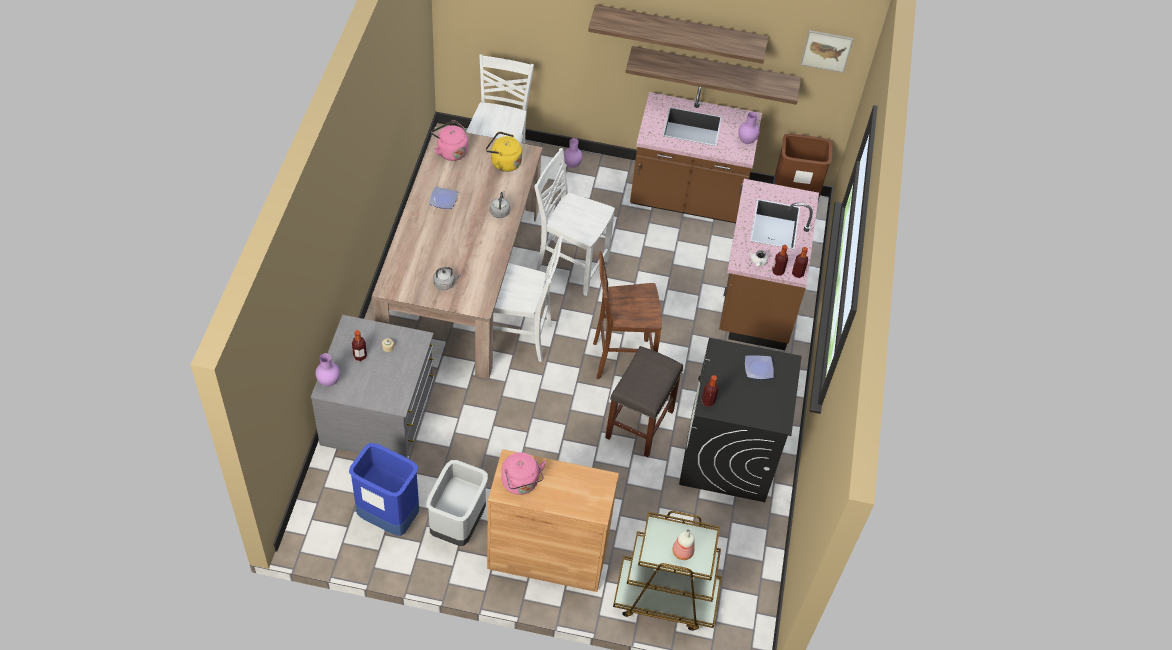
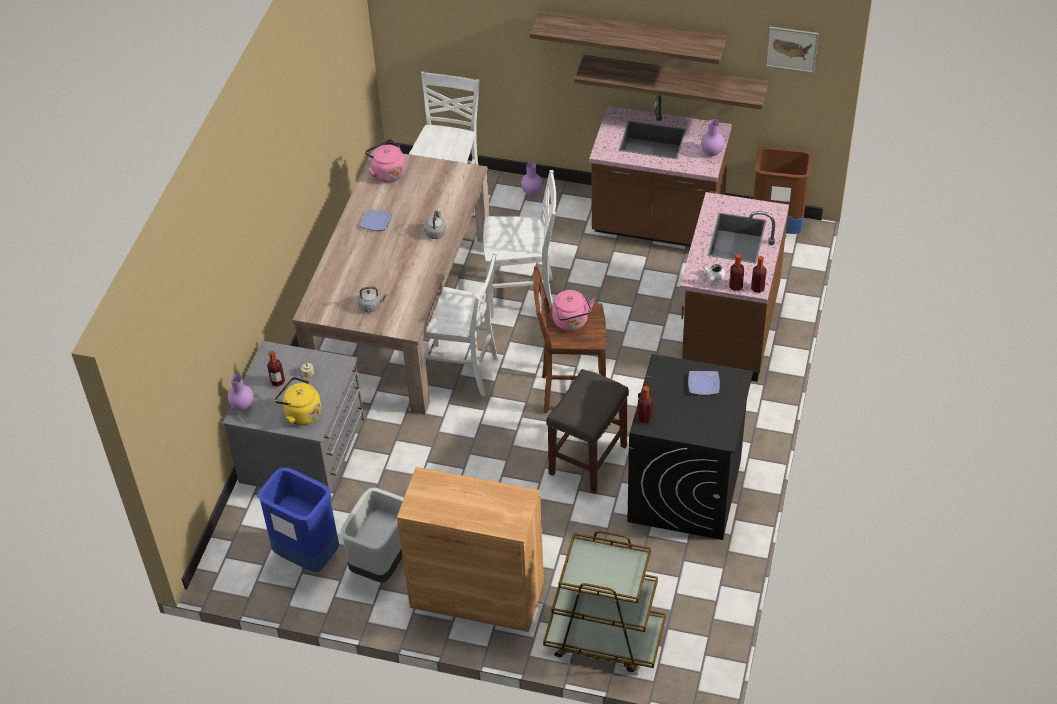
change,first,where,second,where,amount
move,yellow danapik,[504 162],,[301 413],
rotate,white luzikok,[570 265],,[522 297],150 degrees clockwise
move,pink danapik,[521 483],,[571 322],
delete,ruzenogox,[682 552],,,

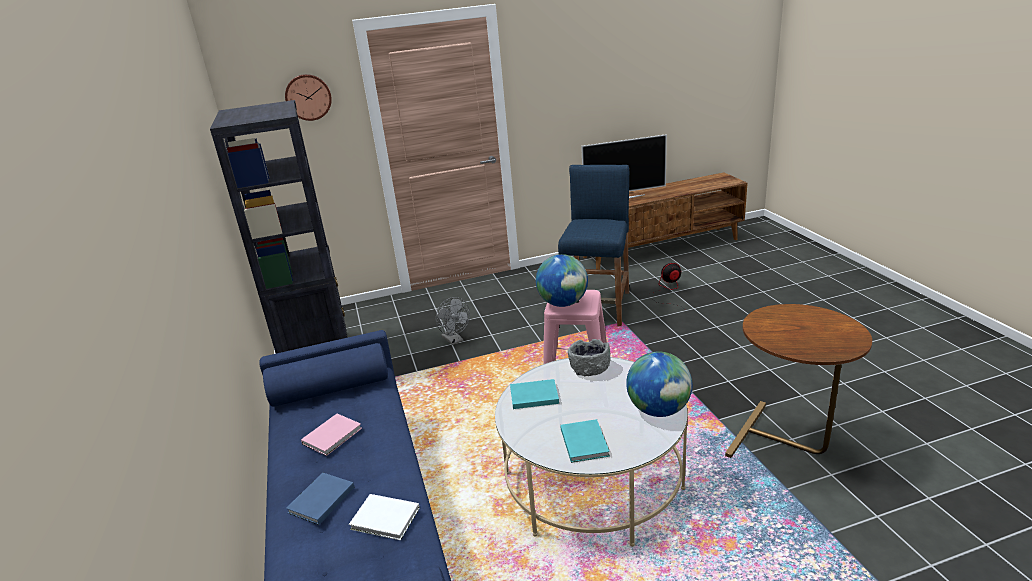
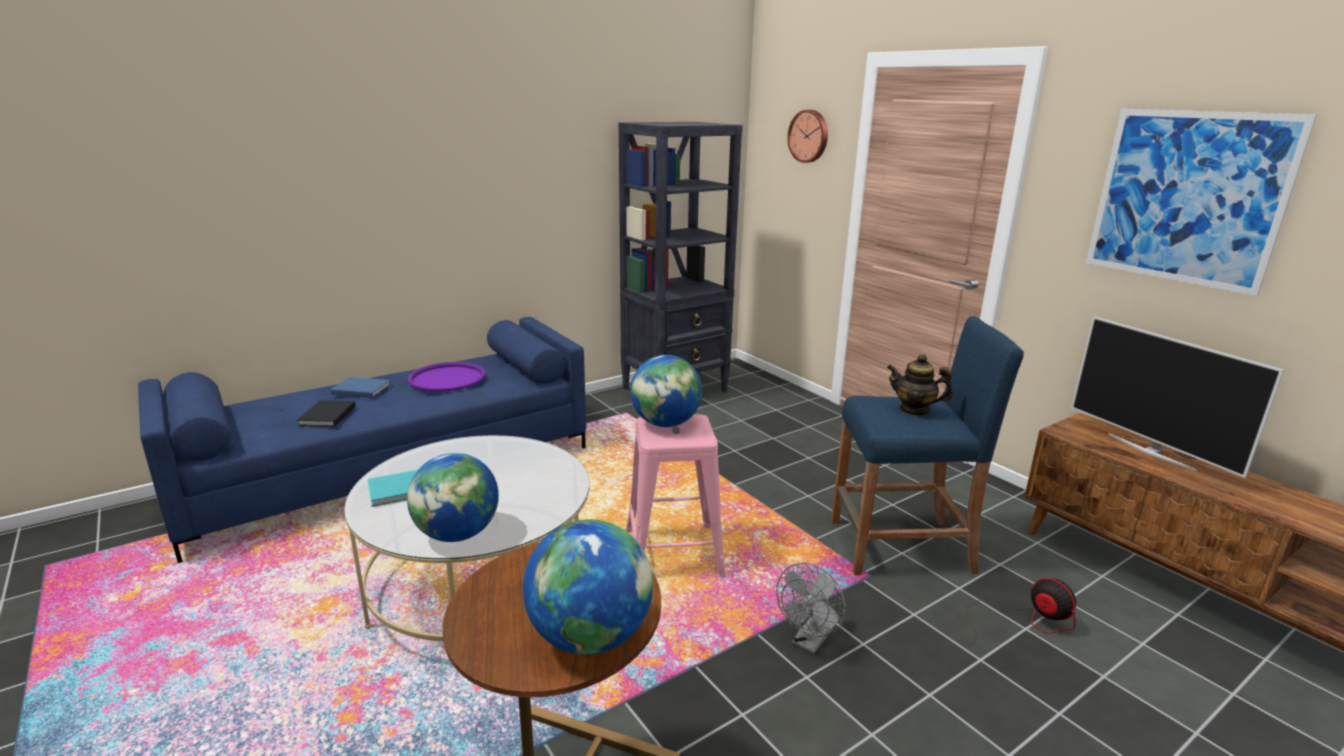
change,first,where,second,where,amount
recolor,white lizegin,[386 519],black lizegin,[326 416],
replace,pink lizegin,[334 435],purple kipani,[447 378],
insert,,,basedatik,[590 637],
move,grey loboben,[454 340],,[809 642],
insert,,,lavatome,[914 410],
insert,,,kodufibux,[1187 198],
delete,turquoise lizegin,[532 395],,,
delete,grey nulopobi,[589 369],,,

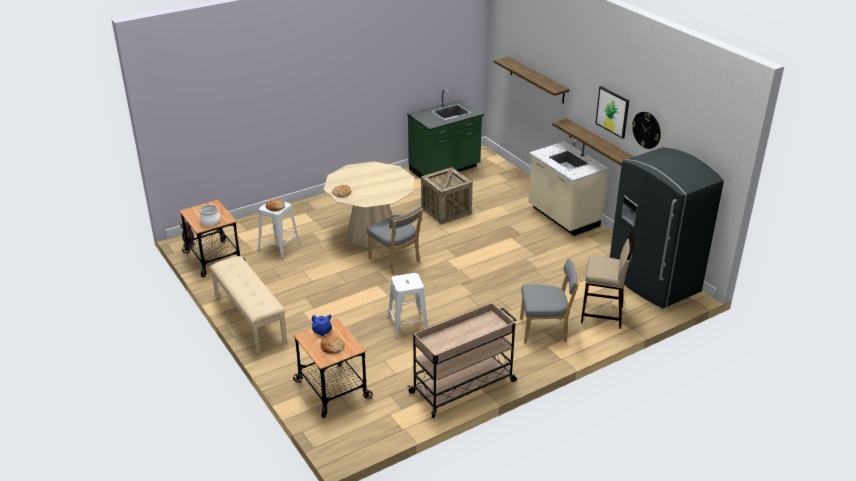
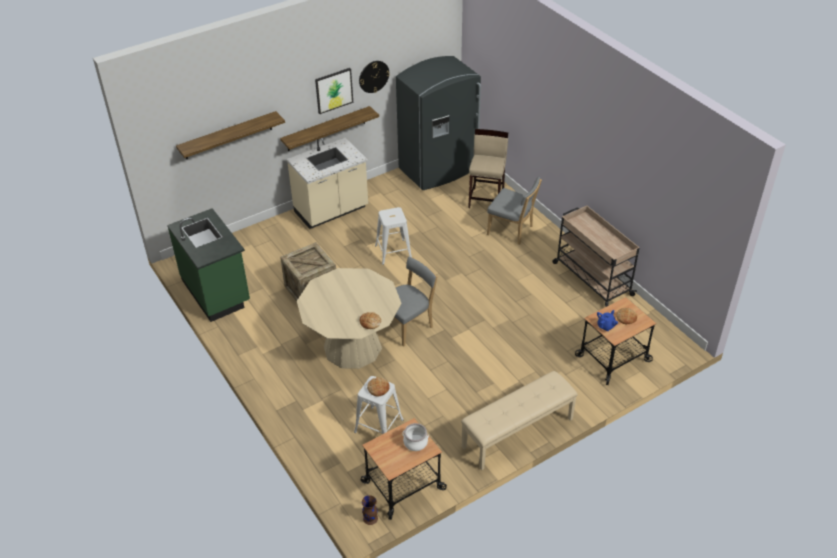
change,first,where,second,where,amount
move,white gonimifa,[407 324],,[393 252],
rotate,grey luzikok,[545 331],,[512 231],120 degrees clockwise

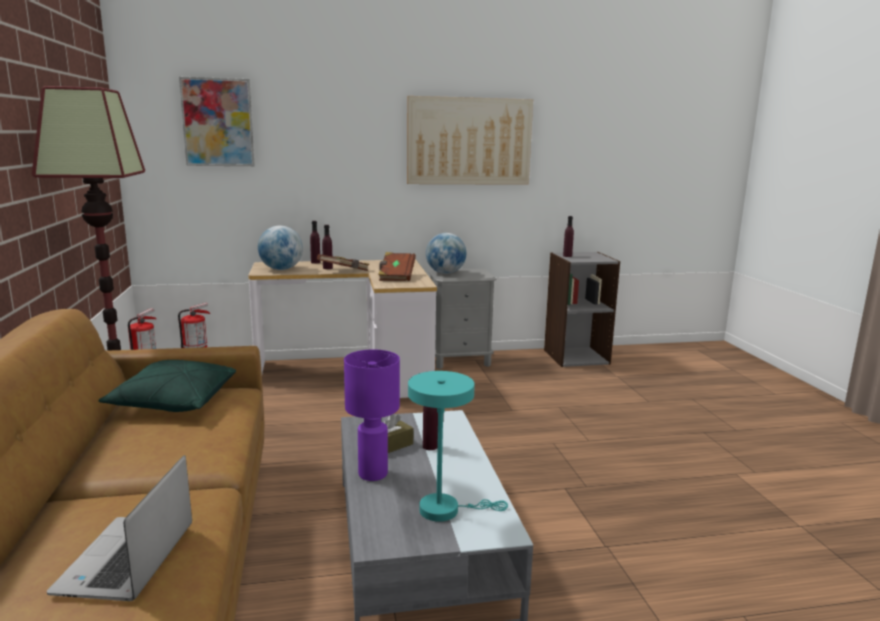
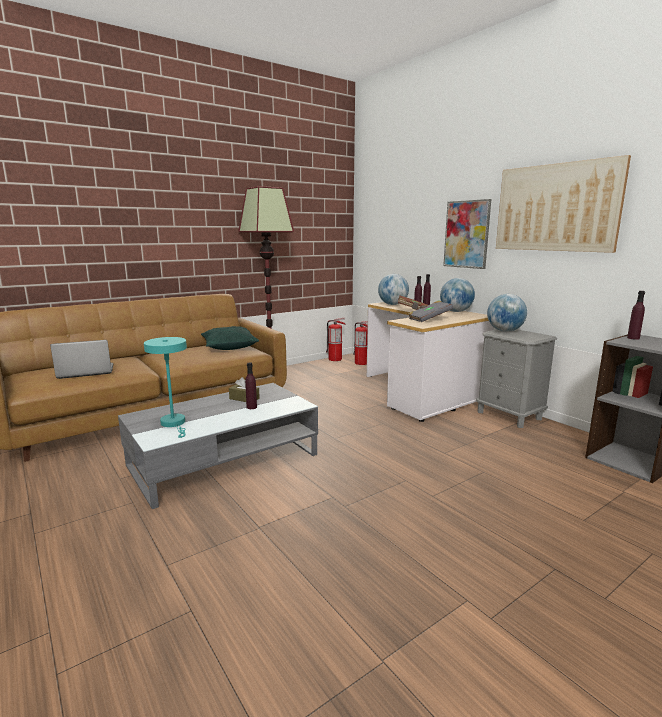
change,first,where,second,where,amount
recolor,brown lizegin,[396 276],grey lizegin,[429 319],
insert,,,basedatik,[456 311],
move,kodufibux,[218 122],,[466 234],
delete,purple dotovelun,[373 474],,,

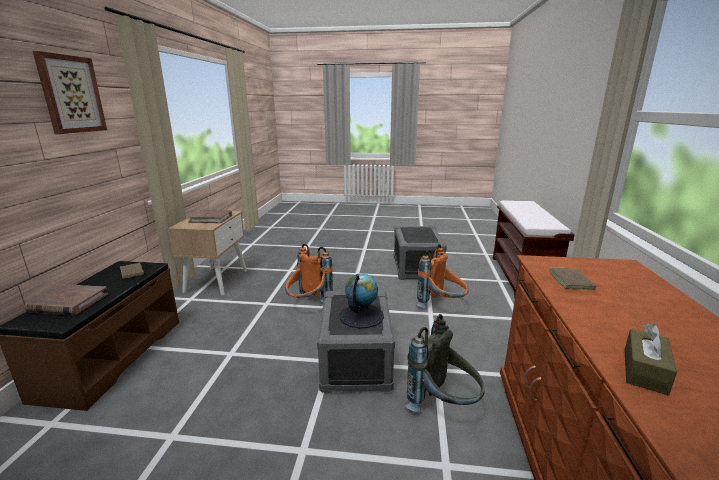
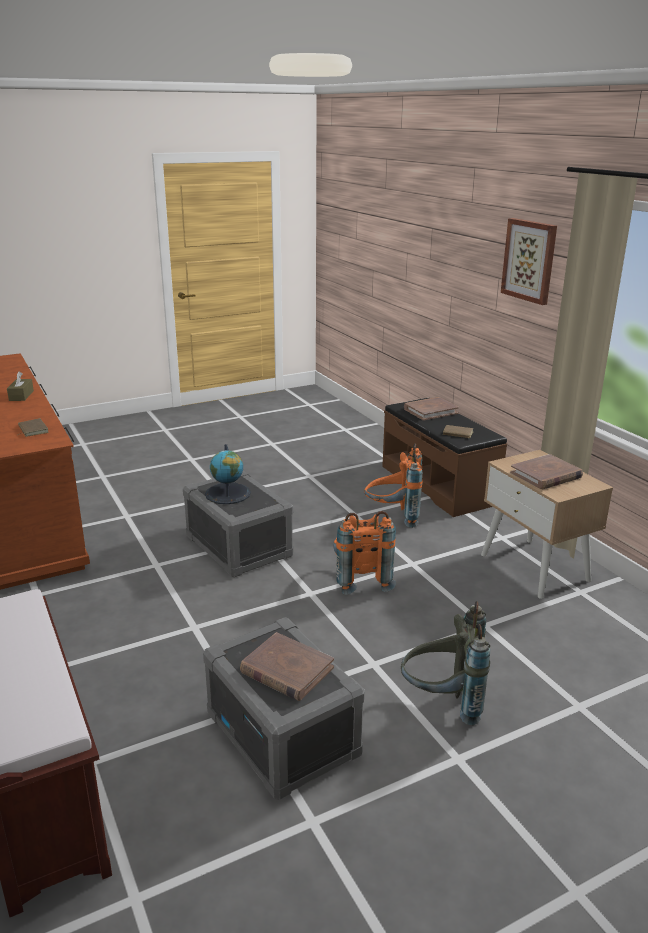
change,first,where,second,where,amount
insert,,,brown lizegin,[286 670],
move,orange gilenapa,[441 306],,[393 517],
move,grey gilenapa,[444 406],,[442 702],

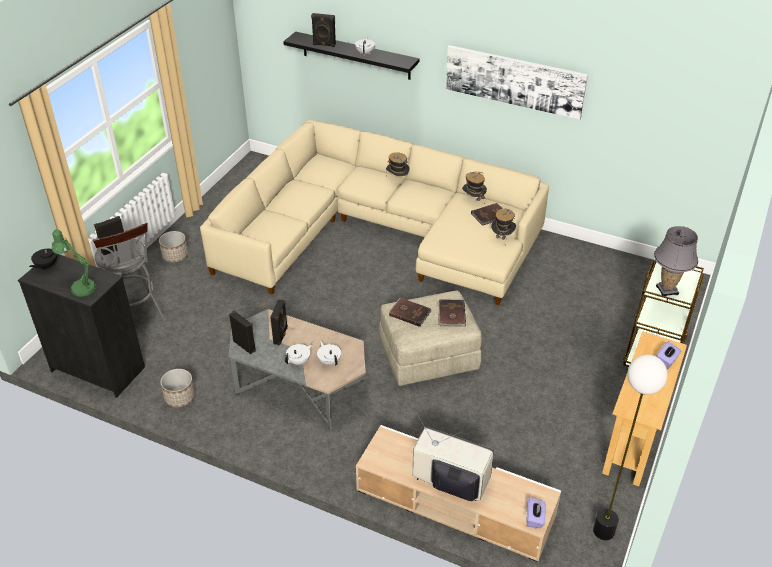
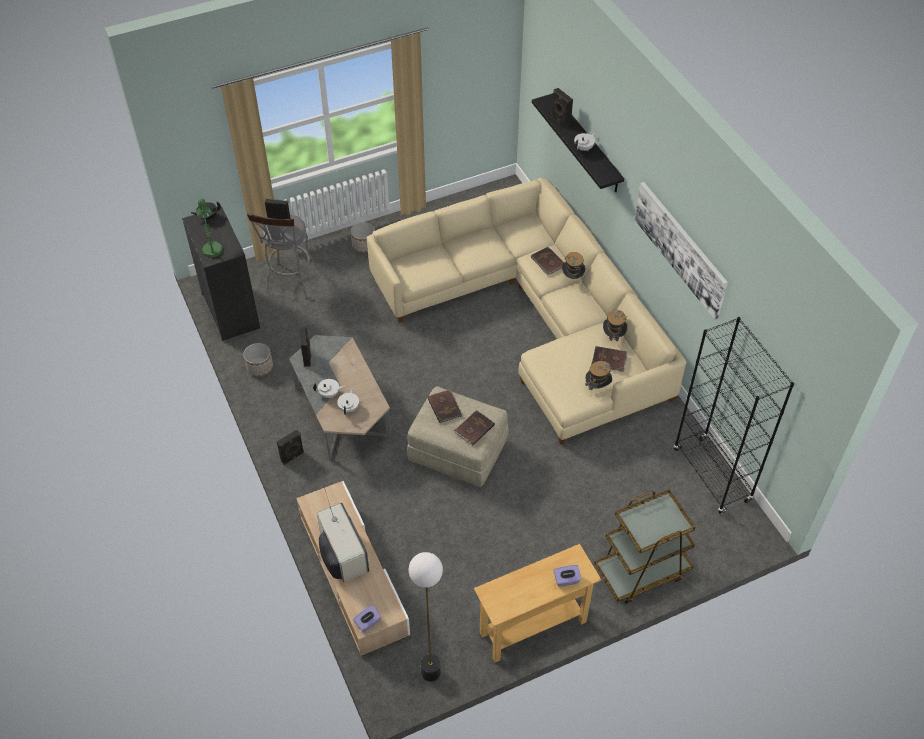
change,first,where,second,where,amount
move,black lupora,[281 335],,[293 457],
insert,,,brown lizegin,[547 262],
insert,,,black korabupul,[711 475],
delete,grey dotovelun,[667 290],,,

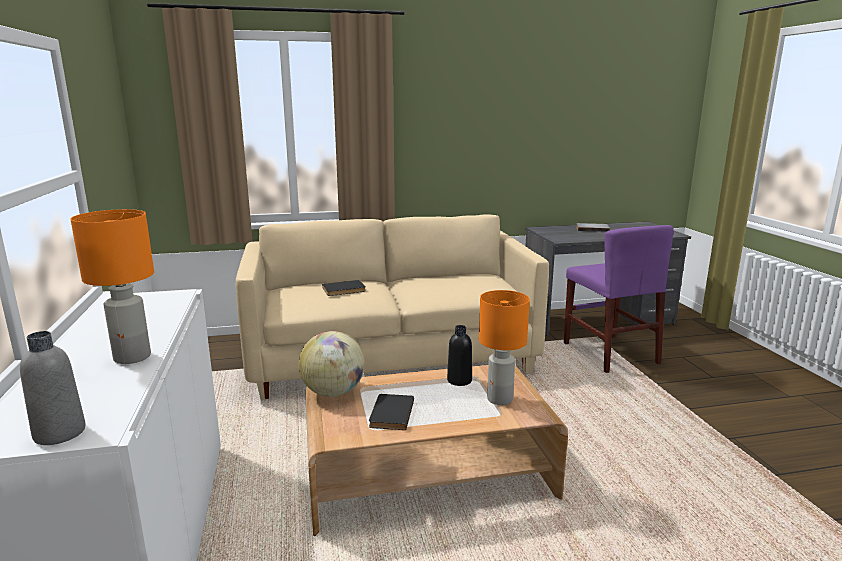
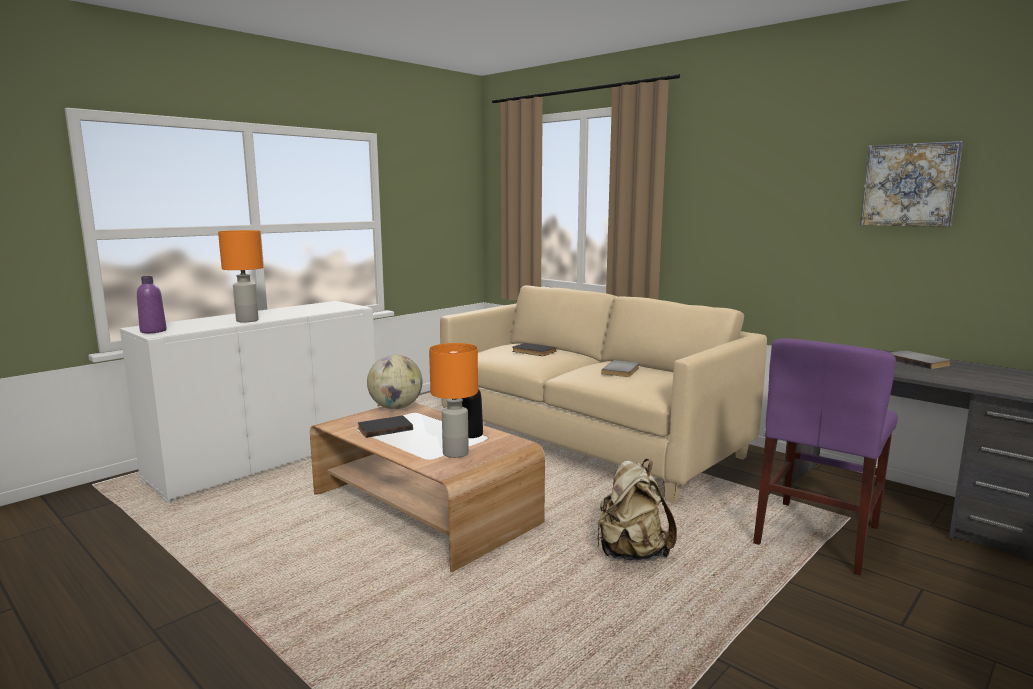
change,first,where,second,where,amount
recolor,grey ruzenogox,[59 433],purple ruzenogox,[153 331],
insert,,,beige gilenapa,[631 553],
insert,,,grey lizegin,[622 370],
insert,,,kodufibux,[909 185],

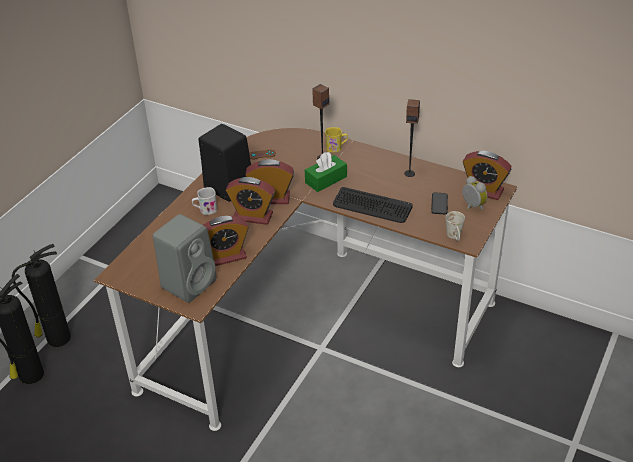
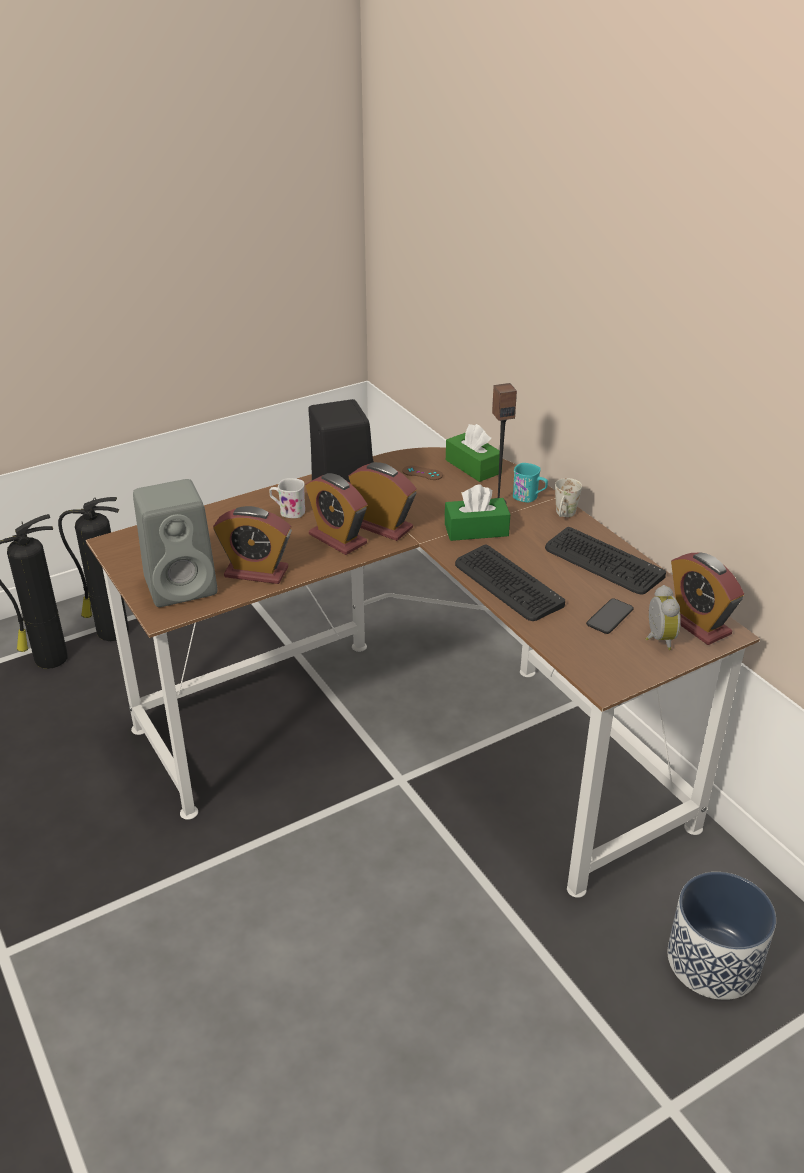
change,first,where,second,where,amount
insert,,,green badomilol,[473 466],
recolor,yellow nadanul,[336 148],turquoise nadanul,[529 497],
replace,lupora,[409 173],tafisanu,[603 562],
move,white nadanul,[455 237],,[564 515],
insert,,,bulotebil,[713 961],

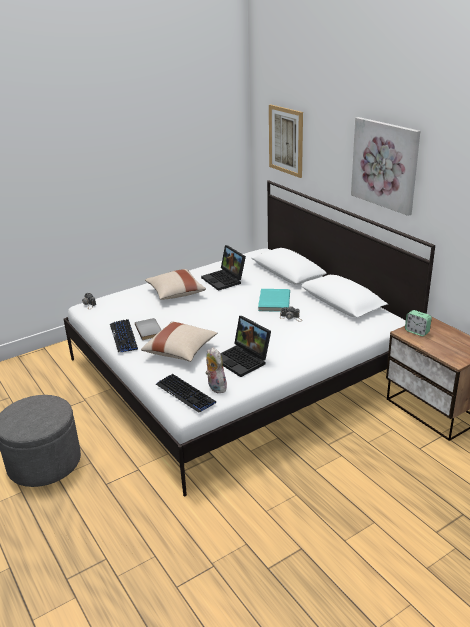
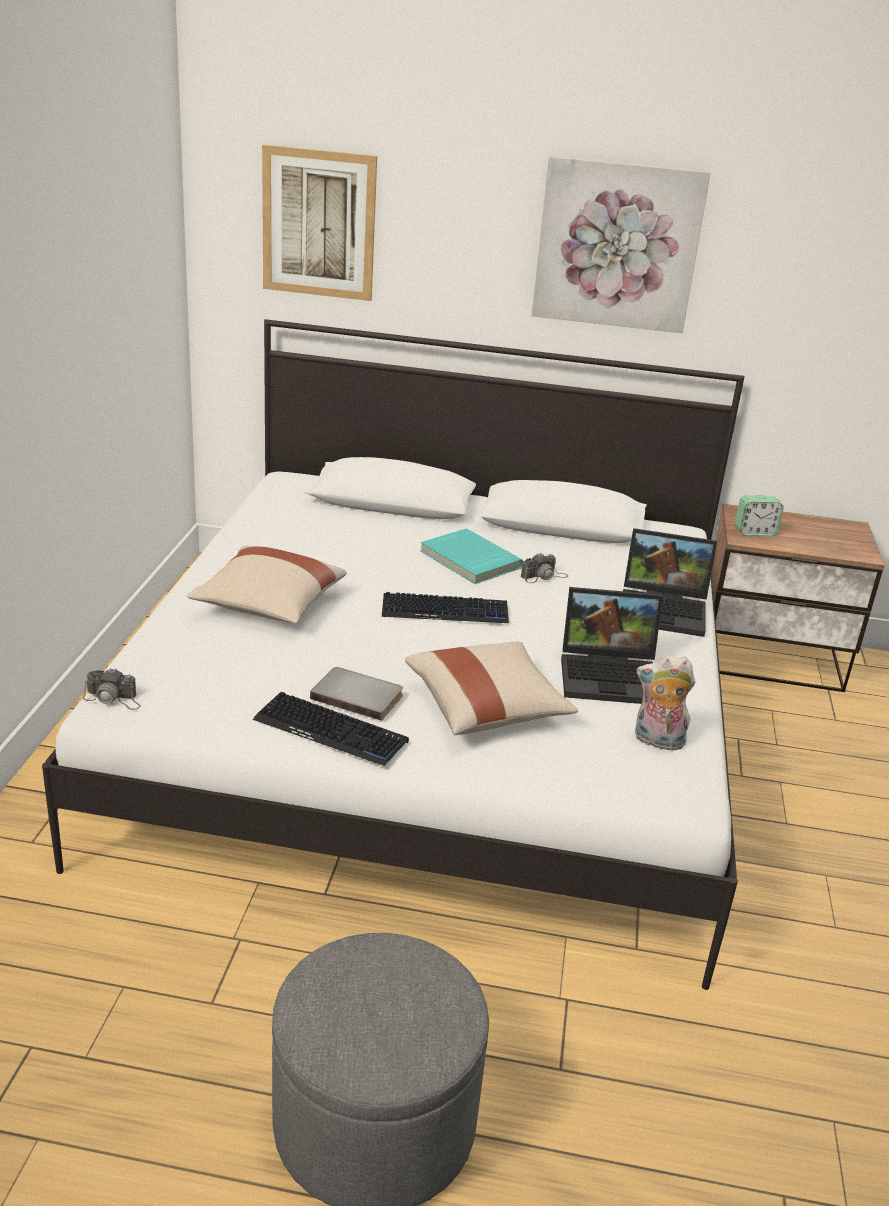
change,first,where,second,where,amount
move,tafisanu,[185 394],,[445 611],
move,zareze,[225 280],,[665 610],

